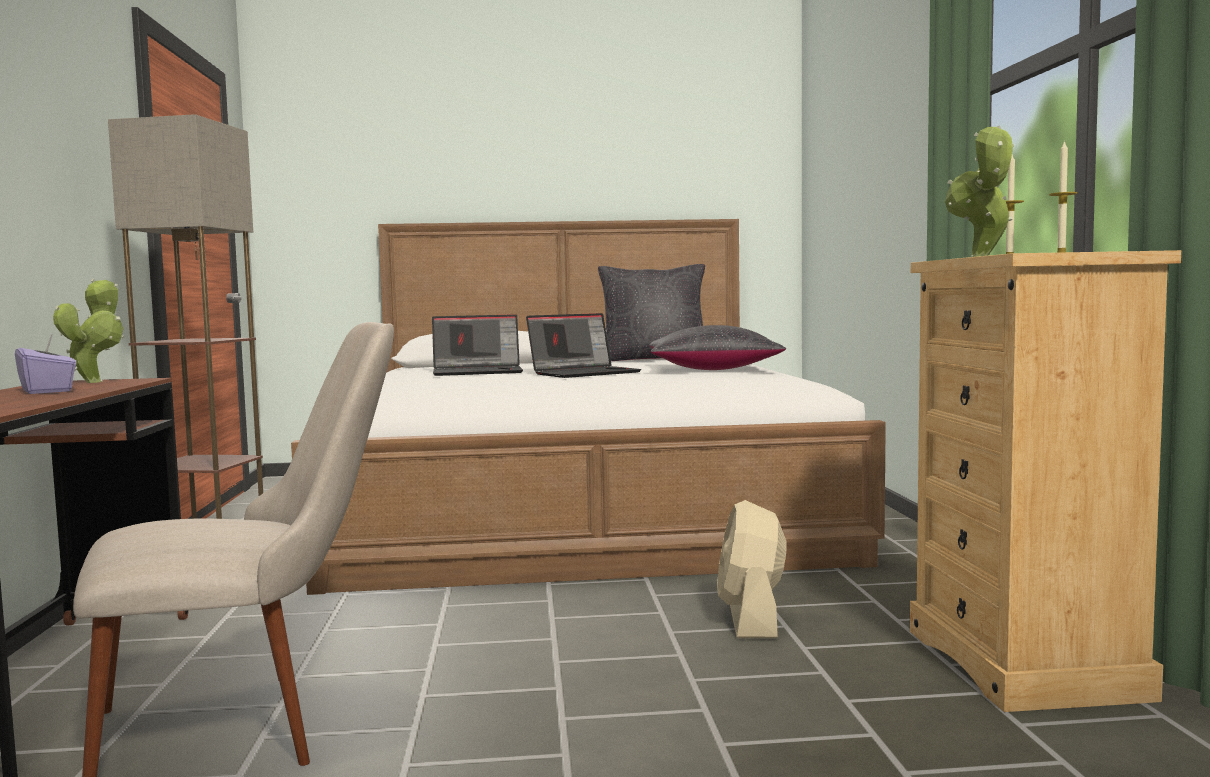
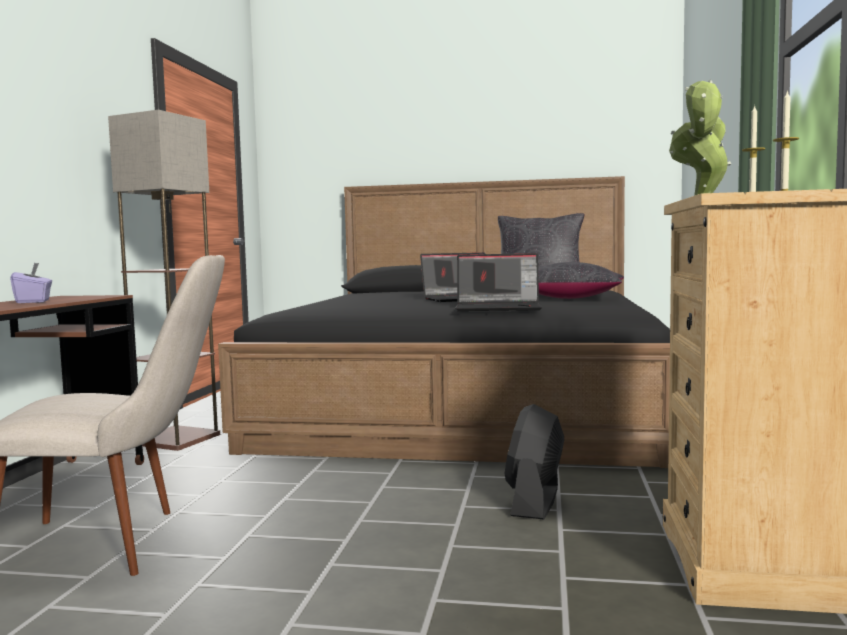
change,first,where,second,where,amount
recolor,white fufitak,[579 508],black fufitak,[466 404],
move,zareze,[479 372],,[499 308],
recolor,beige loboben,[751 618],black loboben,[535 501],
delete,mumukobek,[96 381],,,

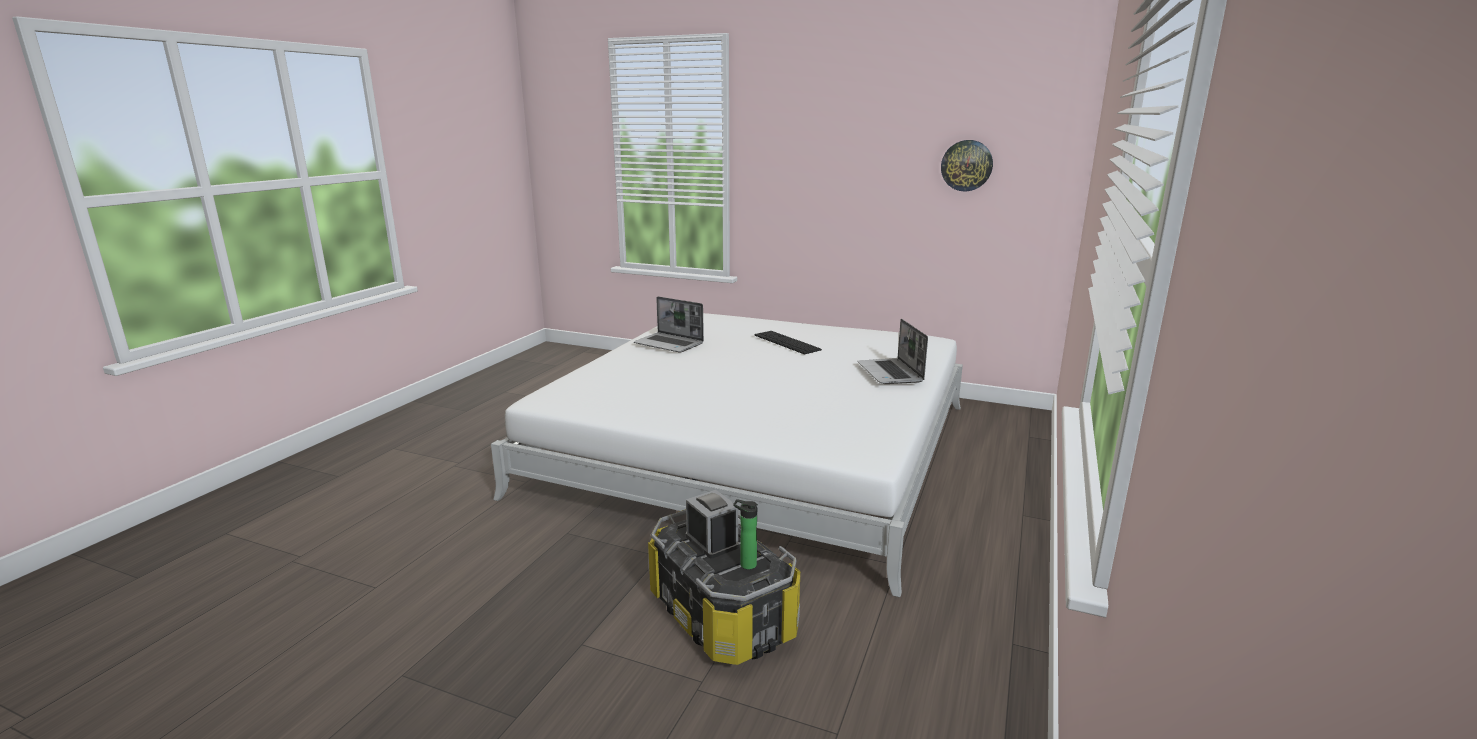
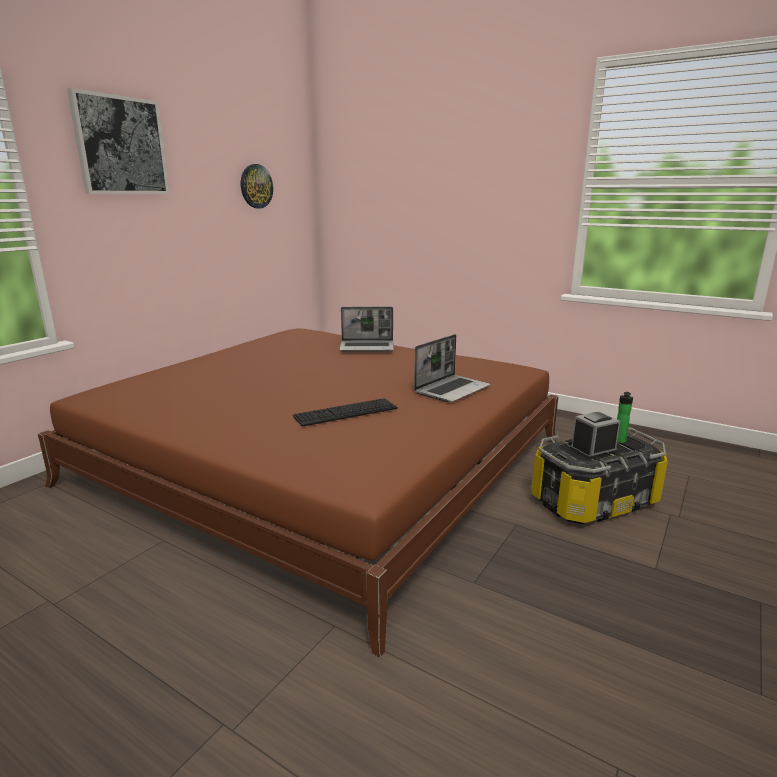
change,first,where,second,where,amount
recolor,white fufitak,[757 448],brown fufitak,[322 462],
insert,,,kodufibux,[120 146],
move,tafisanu,[787 342],,[346 412],
move,zareze,[670 344],,[452 389],

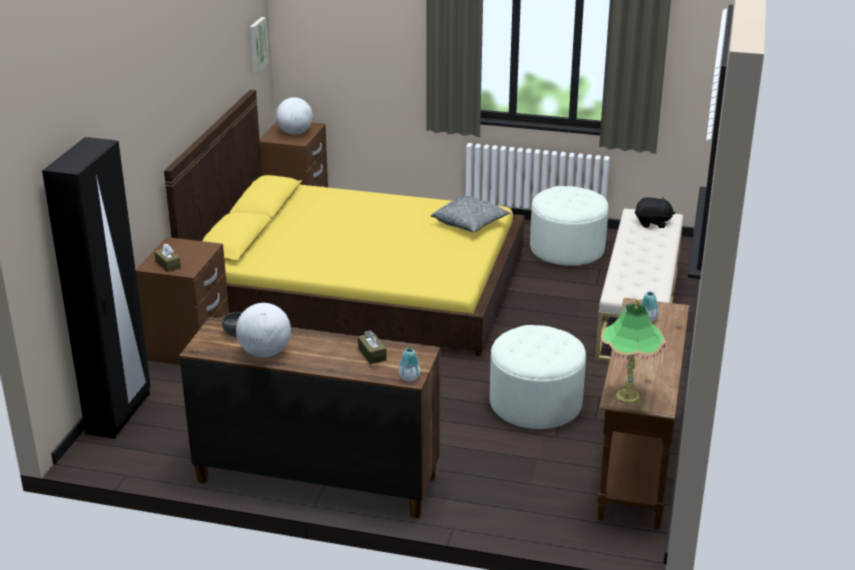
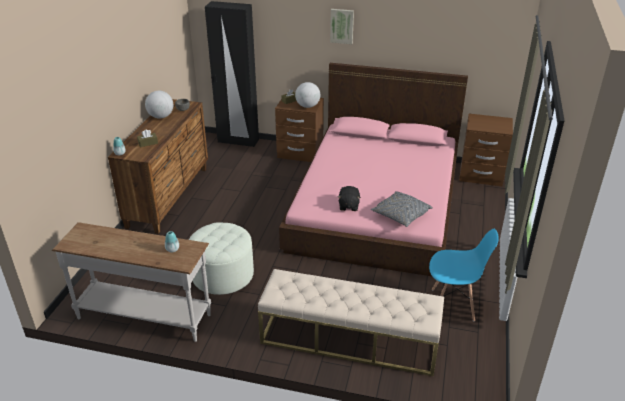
change,first,where,second,where,amount
recolor,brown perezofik,[635 464],white perezofik,[144 315],
recolor,yellow fufitak,[358 284],pink fufitak,[376 203],
move,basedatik,[295 133],,[307 106],
move,kodufibux,[257 45],,[342 26],
move,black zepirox,[652 223],,[348 206],
replace,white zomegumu,[567 249],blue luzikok,[453 305],
delete,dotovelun,[628 397],,,

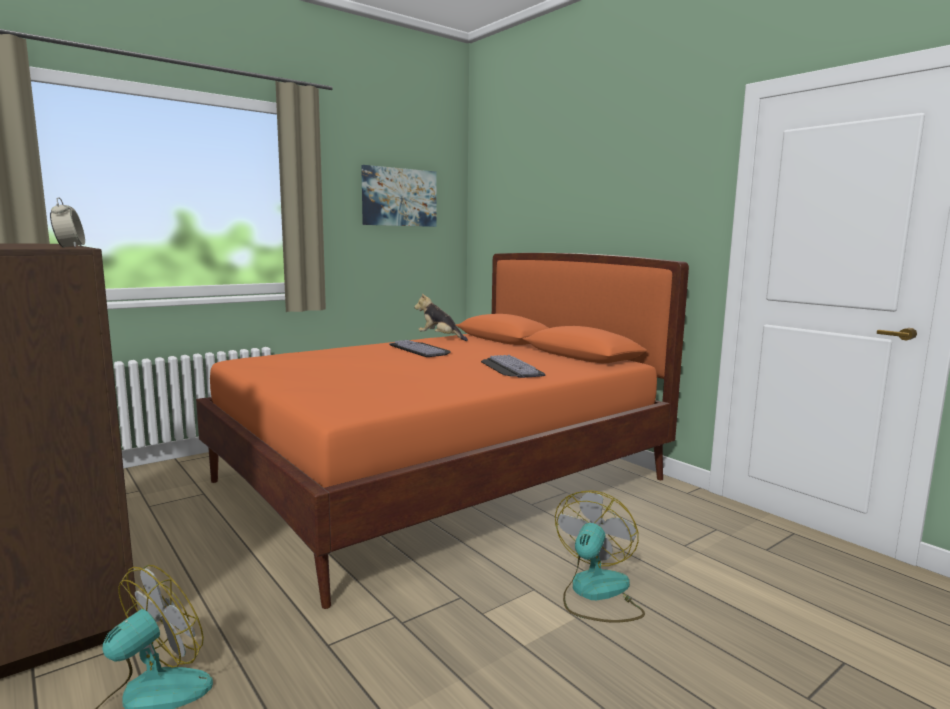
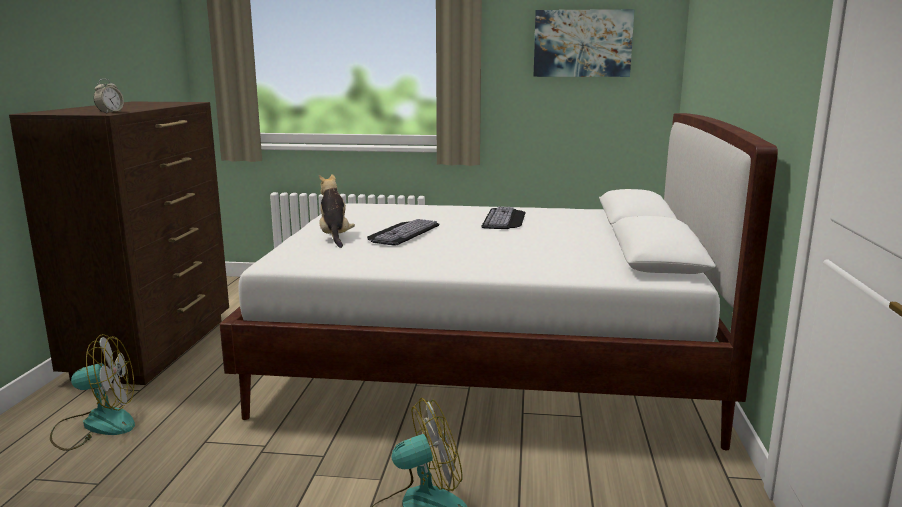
change,first,where,second,where,amount
recolor,orange fufitak,[441 480],white fufitak,[487 361],
move,zepirox,[440 338],,[335 237],
move,tafisanu,[508 367],,[401 232],

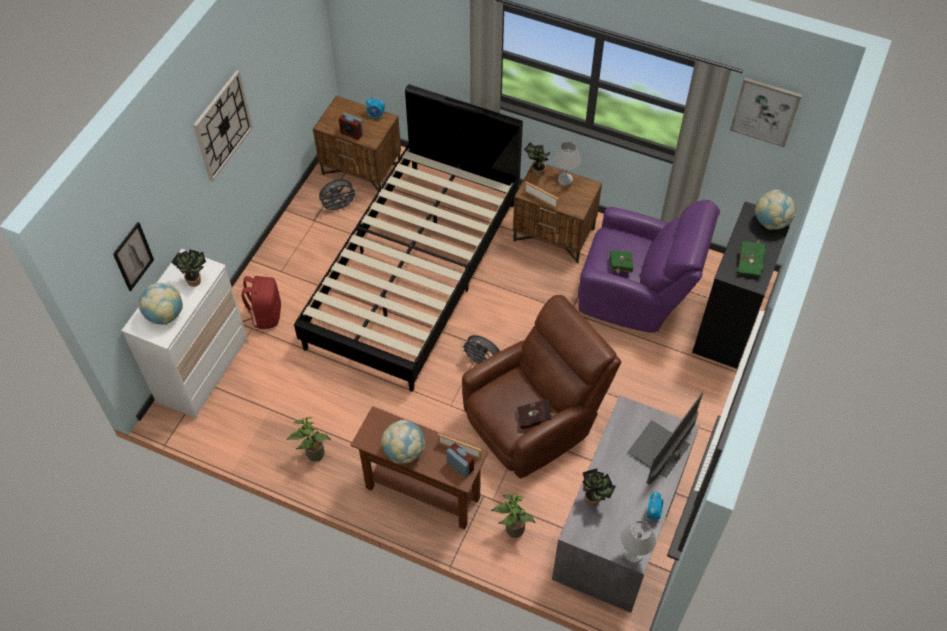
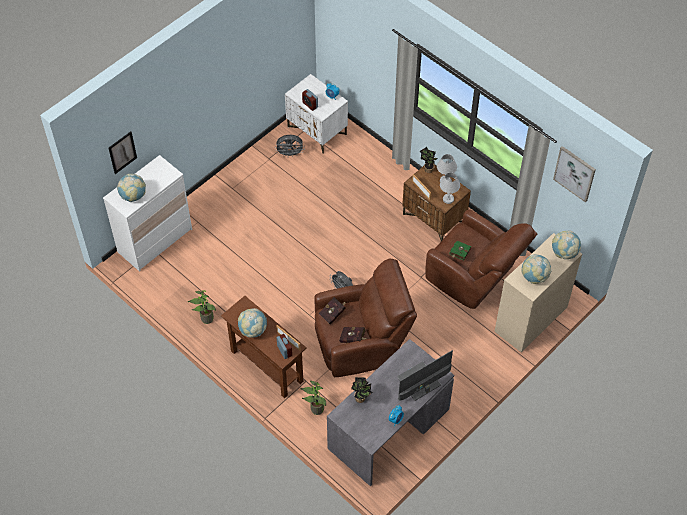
change,first,where,second,where,amount
recolor,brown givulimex,[362 169],white givulimex,[317 131],
insert,,,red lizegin,[333 313],
recolor,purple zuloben,[637 294],brown zuloben,[474 279],
move,white dotovelun,[633 554],,[448 199],
recolor,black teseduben,[728 323],beige teseduben,[531 319],
replace,green lizegin,[750 263],basedatik,[534 277],
delete,mumukobek,[196 280],,,
delete,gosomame,[222 126],,,
delete,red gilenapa,[265 314],,,
delete,black fufitak,[414 272],,,

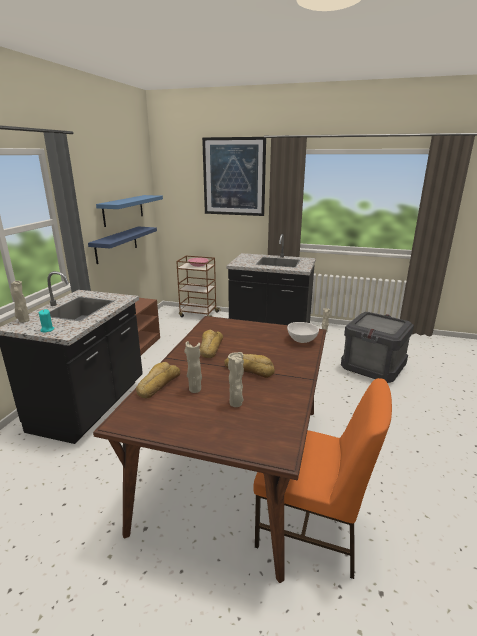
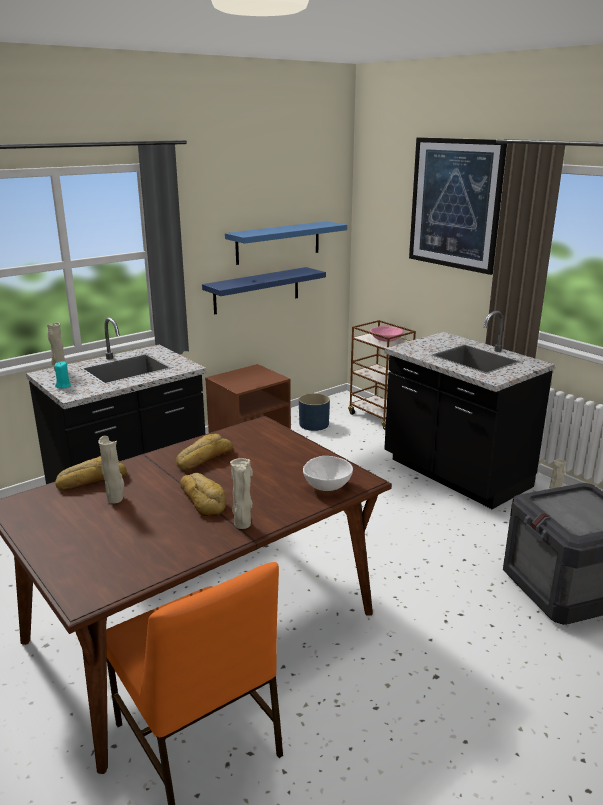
change,first,where,second,where,amount
move,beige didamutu,[236 404],,[242 525],
insert,,,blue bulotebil,[314 424],

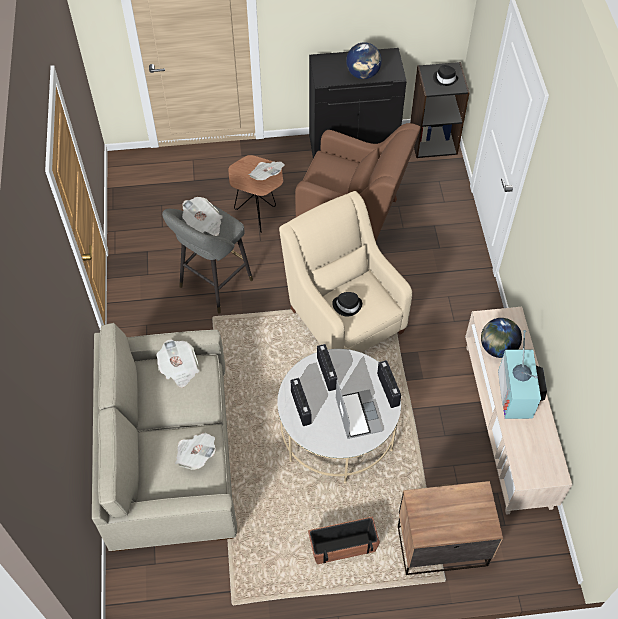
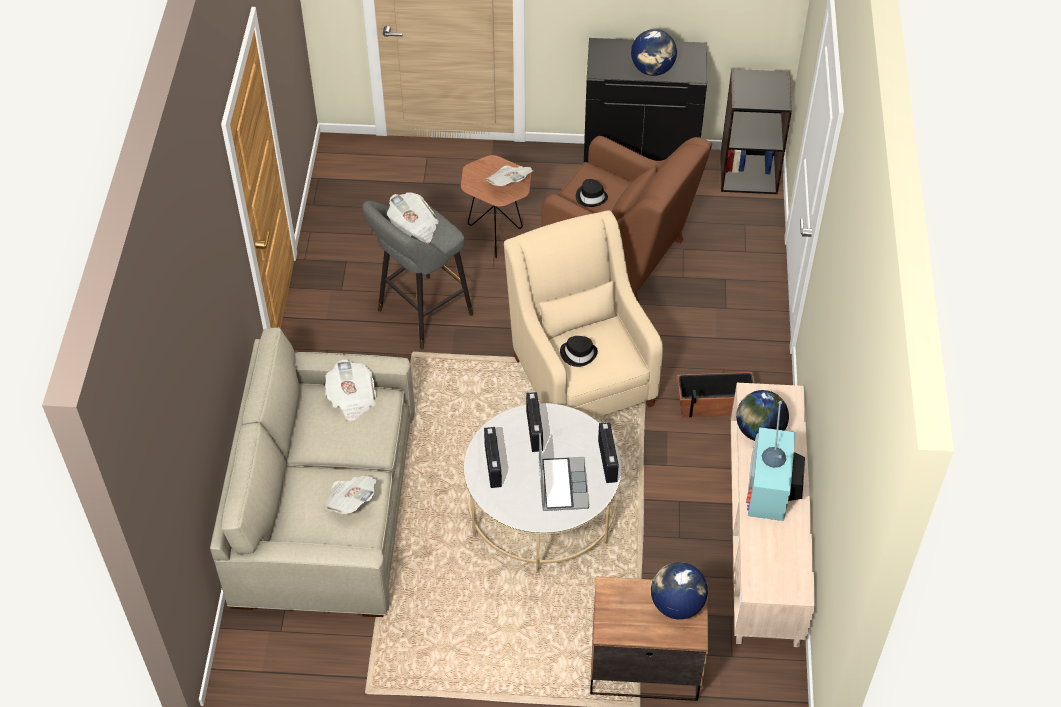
change,first,where,second,where,amount
move,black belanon,[445 79],,[591 197],
insert,,,basedatik,[676 604],
move,bulotebil,[343 546],,[714 404],

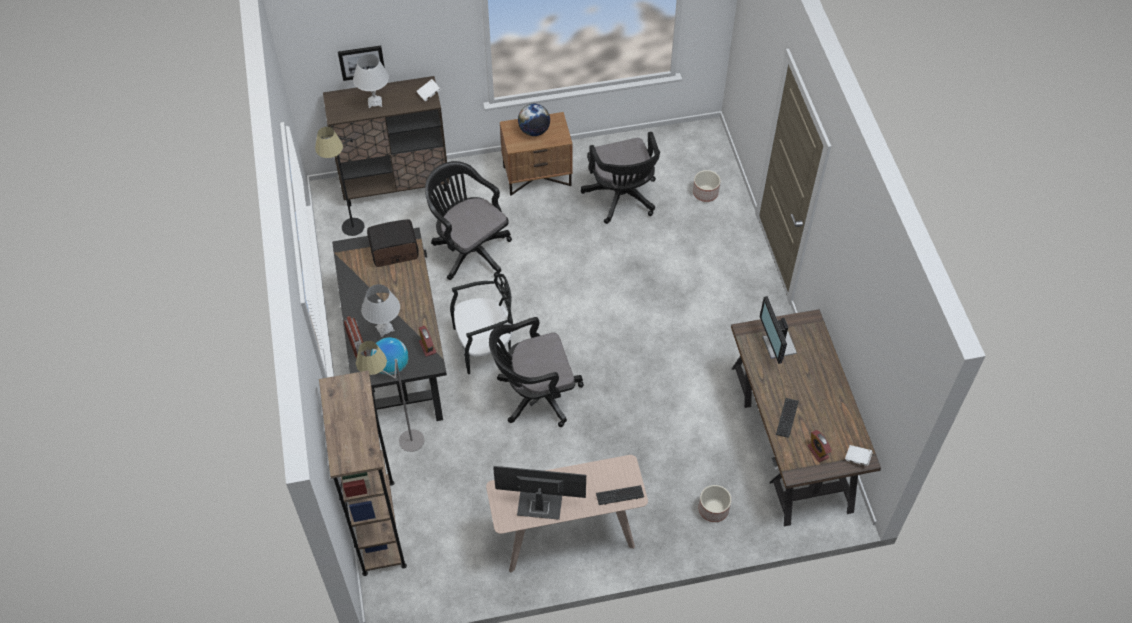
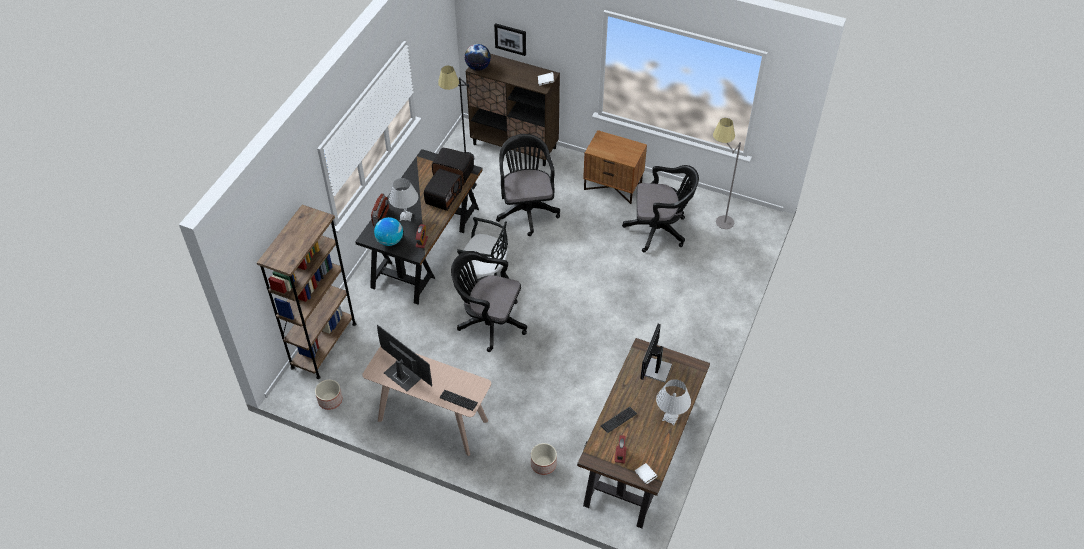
change,first,where,second,where,amount
move,bulotebil,[705 193],,[330 400],
insert,,,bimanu,[443 197],
move,basedatik,[534 130],,[478 67],
rotate,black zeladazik,[622 199],,[659 230],105 degrees counterclockwise
move,white dotovelun,[375 102],,[670 418],
move,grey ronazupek,[400 444],,[716 220],

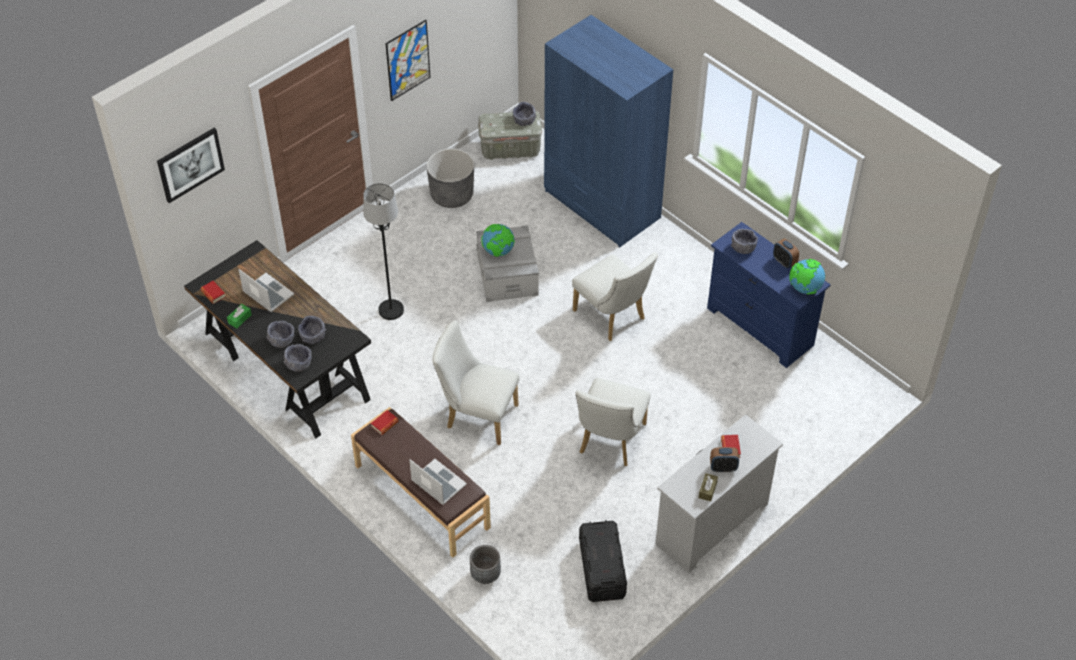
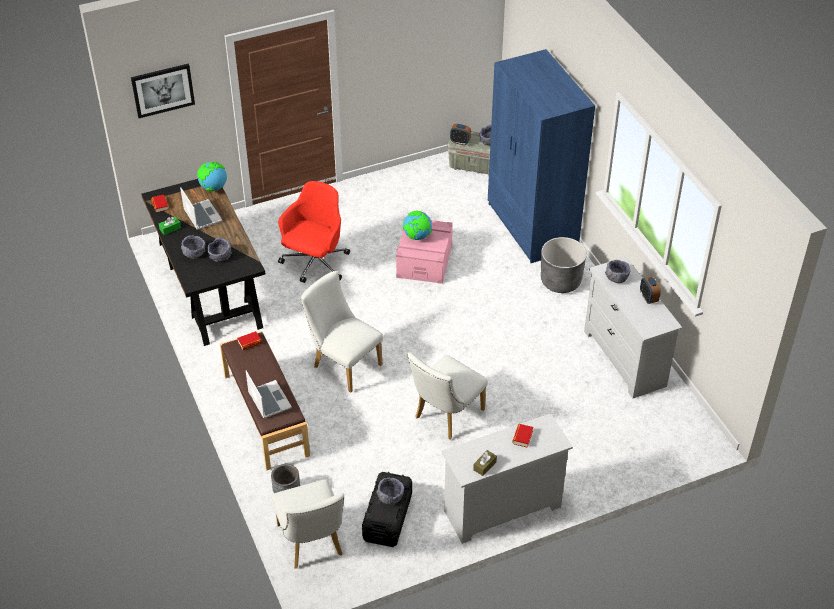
change,first,where,second,where,amount
move,basedatik,[804 288],,[213 188],
move,white luzikok,[613 317],,[312 544],
replace,black ronazupek,[391 310],red zeladazik,[315 264],
move,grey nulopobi,[298 363],,[390 496],
recolor,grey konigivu,[507 274],pink konigivu,[424 261],
move,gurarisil,[723 467],,[460 142],
move,grey bulotebil,[452 195],,[560 281],
recolor,blue teseduben,[760 327],white teseduben,[624 358],
delete,kodufibux,[408 60],,,

